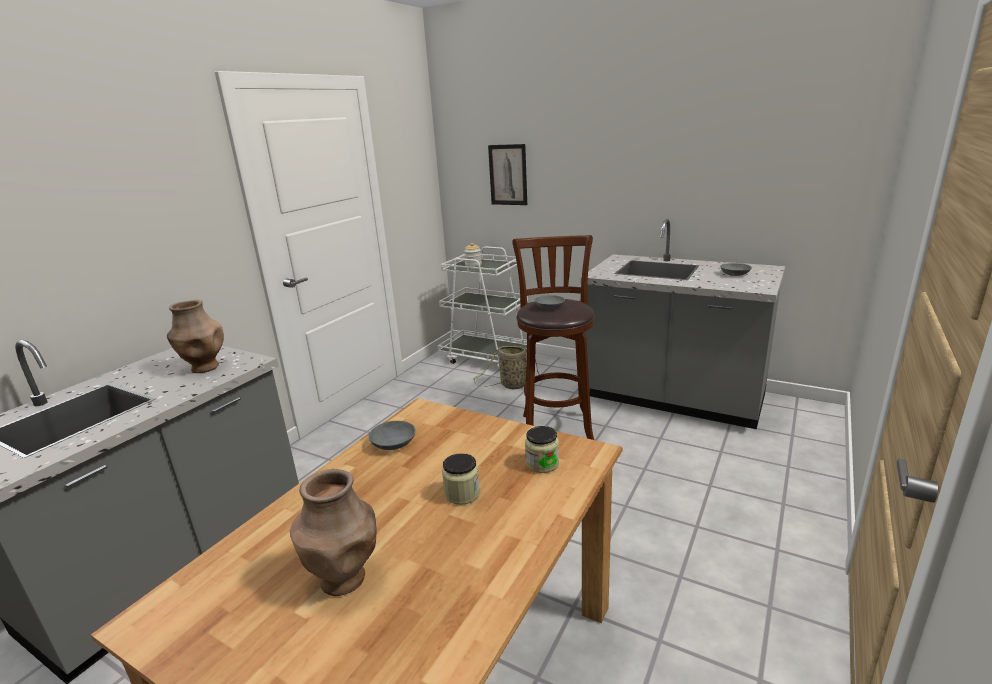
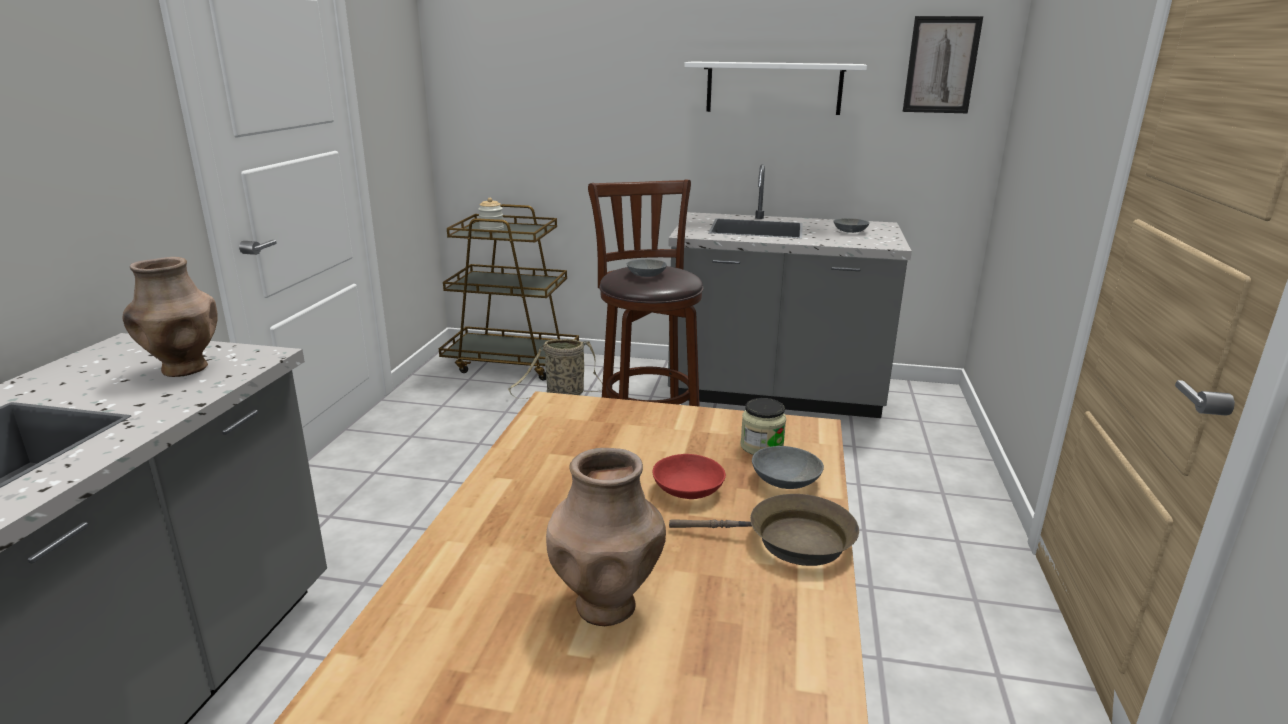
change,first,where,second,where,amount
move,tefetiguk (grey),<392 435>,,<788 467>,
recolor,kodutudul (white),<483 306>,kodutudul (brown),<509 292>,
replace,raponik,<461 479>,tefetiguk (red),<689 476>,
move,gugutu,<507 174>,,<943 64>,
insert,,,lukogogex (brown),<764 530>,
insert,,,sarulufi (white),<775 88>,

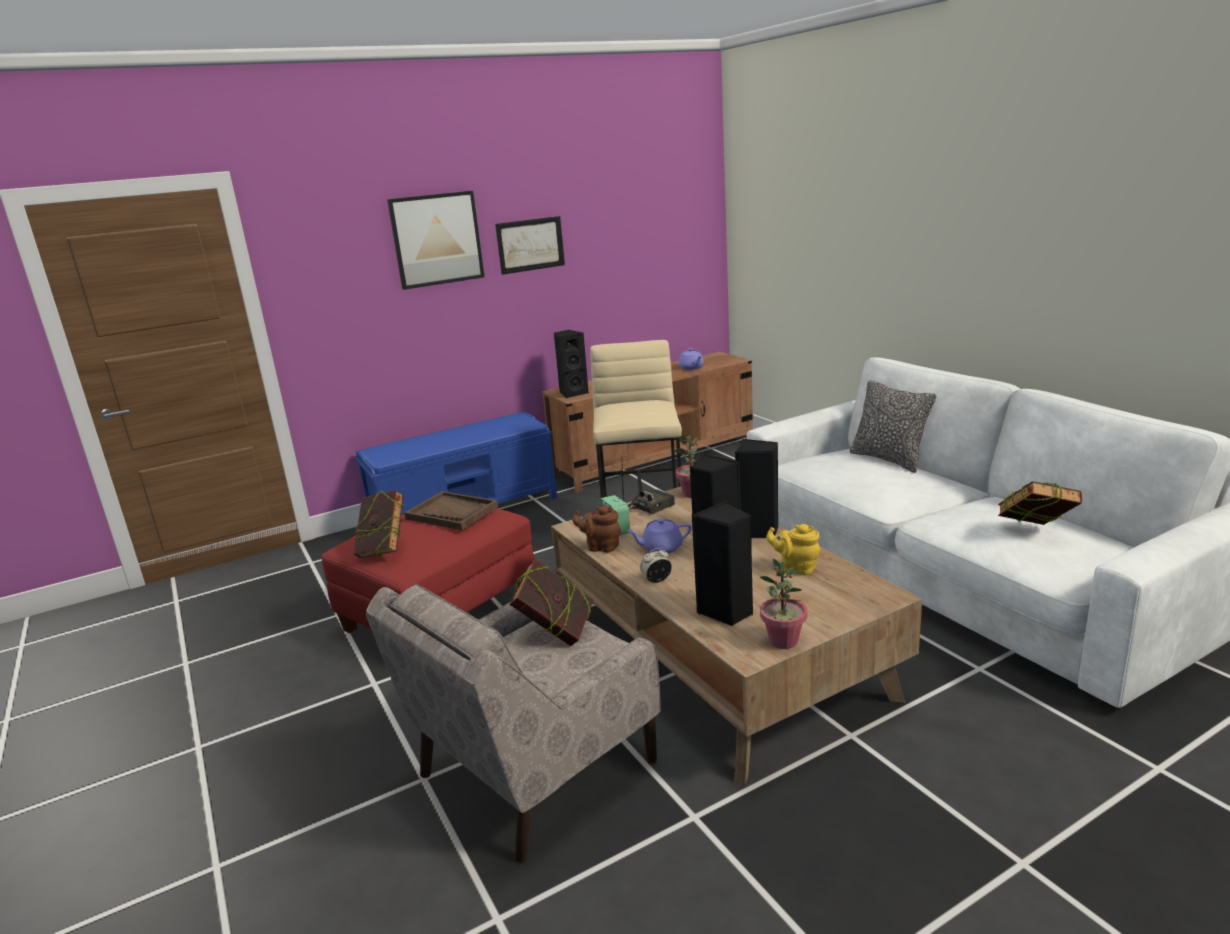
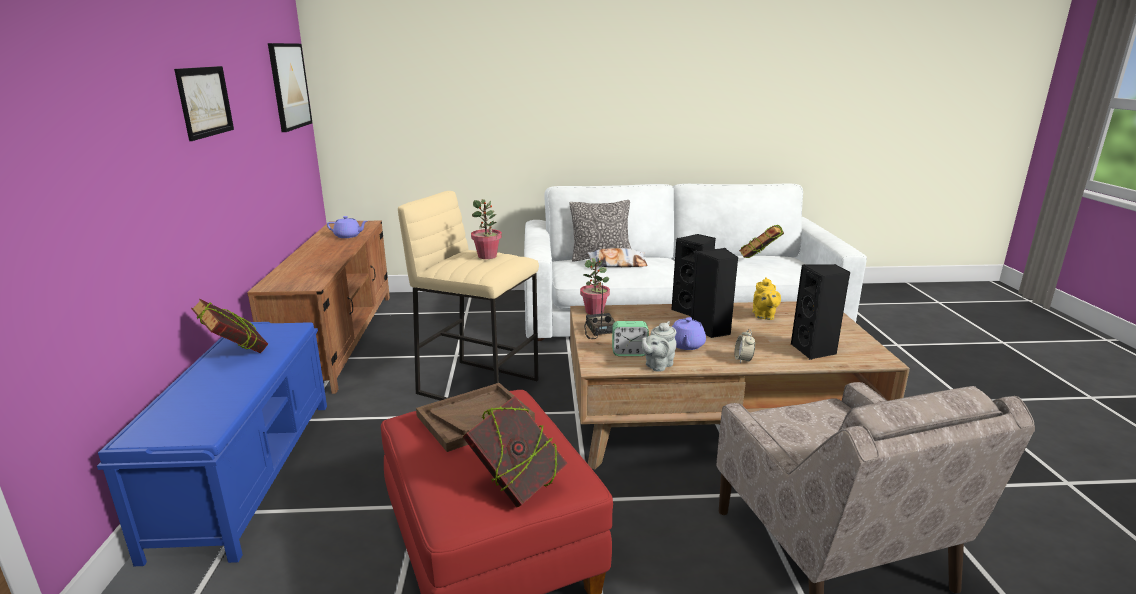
change,first,where,second,where,amount
move,gugutu,<436 240>,,<290 87>,
move,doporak,<551 602>,,<229 326>,
delete,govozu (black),<571 364>,,,
recolor,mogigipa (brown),<596 529>,mogigipa (grey),<659 346>,
move,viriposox,<783 603>,,<486 229>,
rotate,mogigipa (yellow),<793 549>,,<766 298>,45 degrees counterclockwise
insert,,,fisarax,<617 257>,

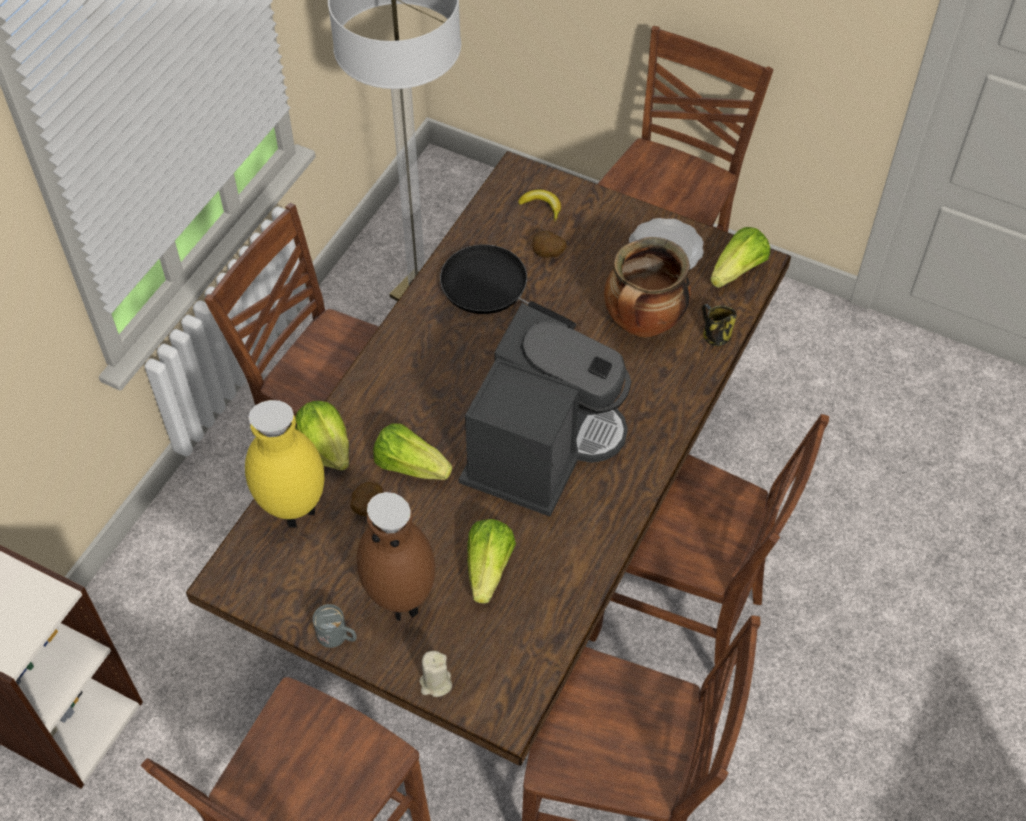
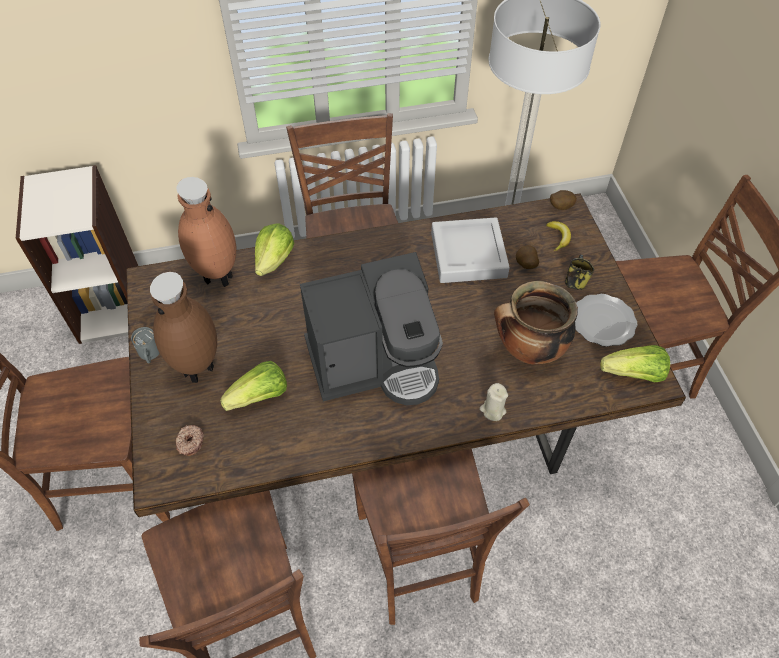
change,first,where,second,where,amount
recolor,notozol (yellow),<285 464>,notozol (brown),<206 232>,
move,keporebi,<366 499>,,<563 200>,
delete,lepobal,<412 451>,,,
move,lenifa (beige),<435 674>,,<494 402>,
replace,lukogogex (black),<508 286>,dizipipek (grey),<470 250>,
move,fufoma,<719 325>,,<579 272>,
insert,,,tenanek,<189 440>,

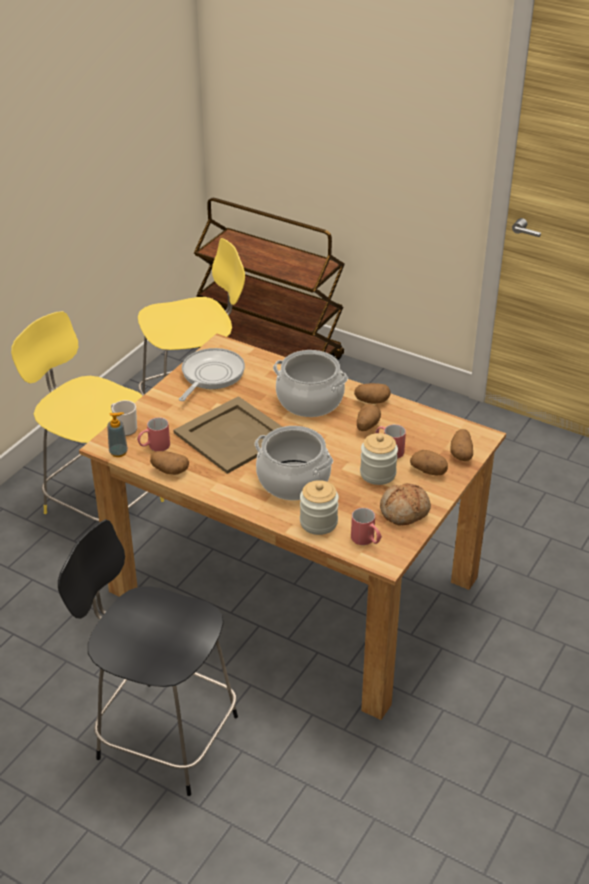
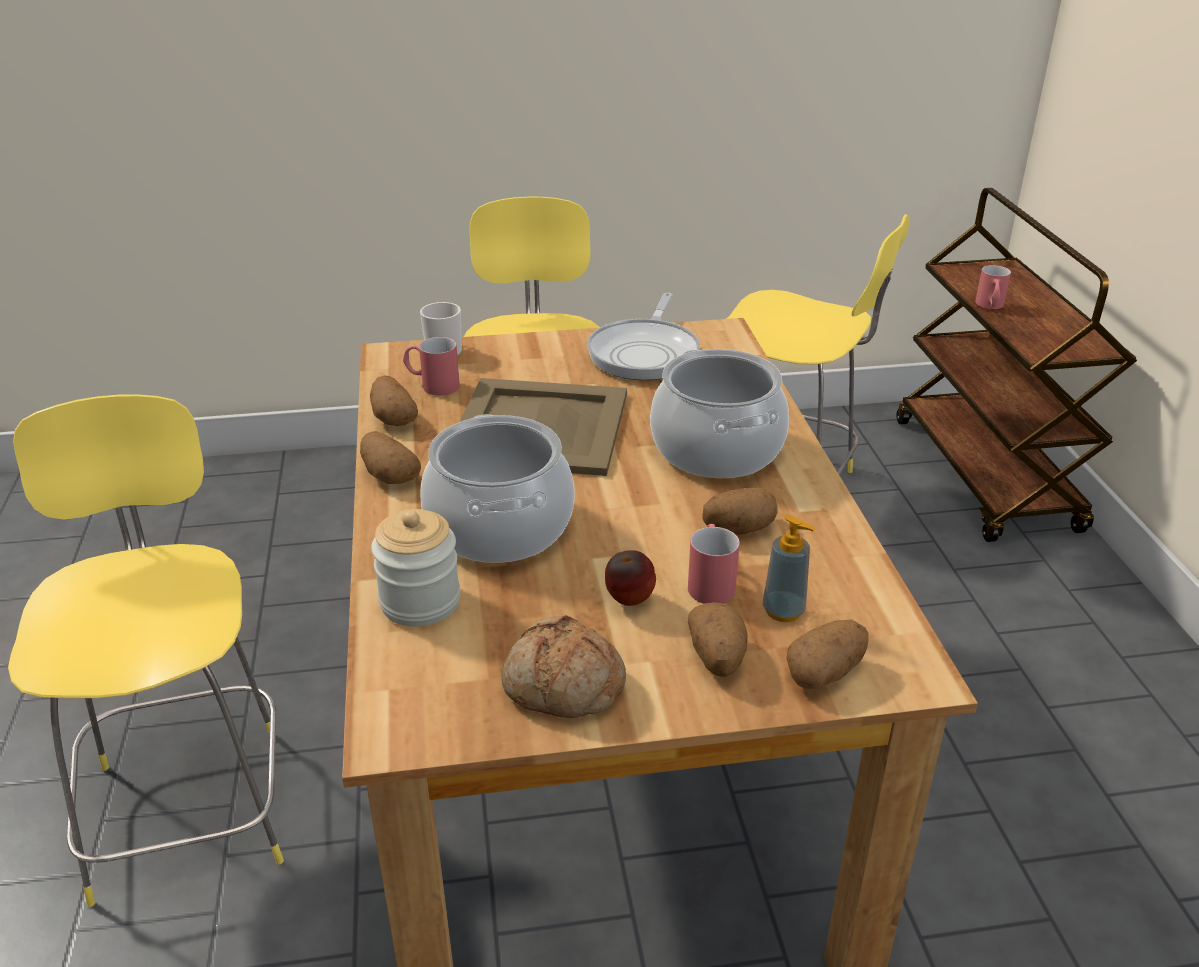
change,first,where,second,where,amount
recolor,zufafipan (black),<148 657>,zufafipan (yellow),<146 651>,
move,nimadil,<117 434>,,<789 568>,
rotate,lukogogex,<212 374>,,<643 336>,120 degrees clockwise
move,fufoma (red),<366 526>,,<993 287>,
move,keporebi,<372 393>,,<390 457>,
replace,raponik,<379 459>,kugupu,<630 578>,

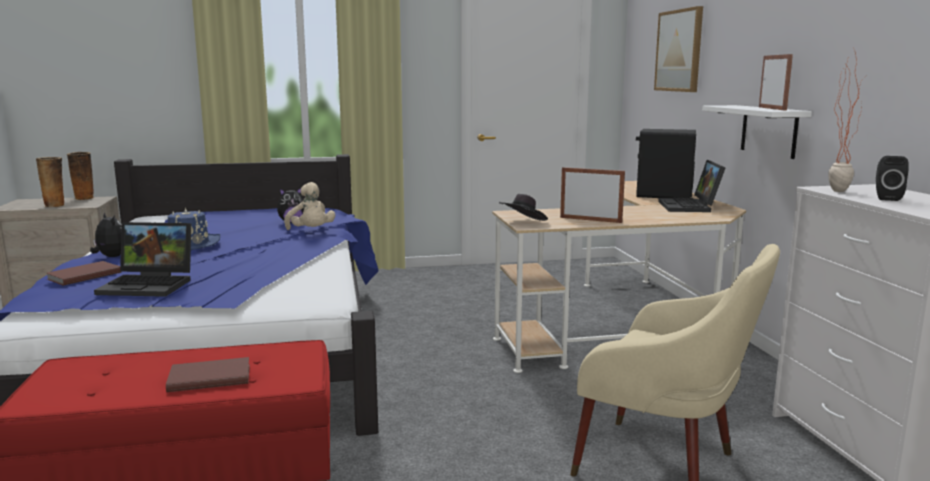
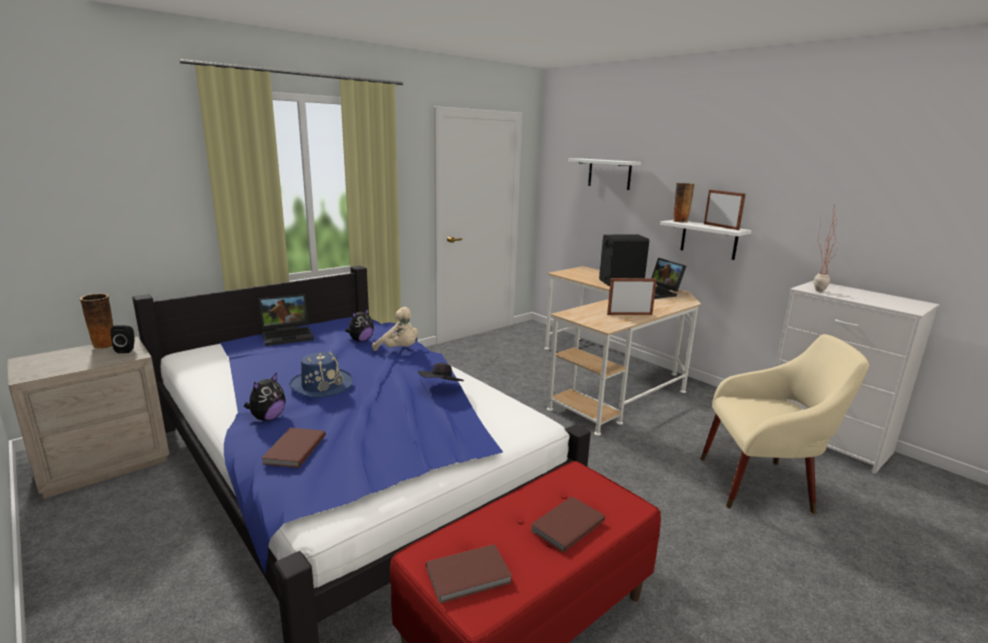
change,first,where,second,where,amount
move,notozol,<50 182>,,<684 203>,
rotate,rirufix,<106 234>,,<265 397>,105 degrees clockwise
move,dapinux,<142 259>,,<286 320>,
move,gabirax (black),<523 207>,,<441 372>,
replace,gugutu,<678 49>,sarulufi (white),<604 174>,
move,govozu (black),<892 178>,,<122 339>,
insert,,,doporak (brown),<469 574>,

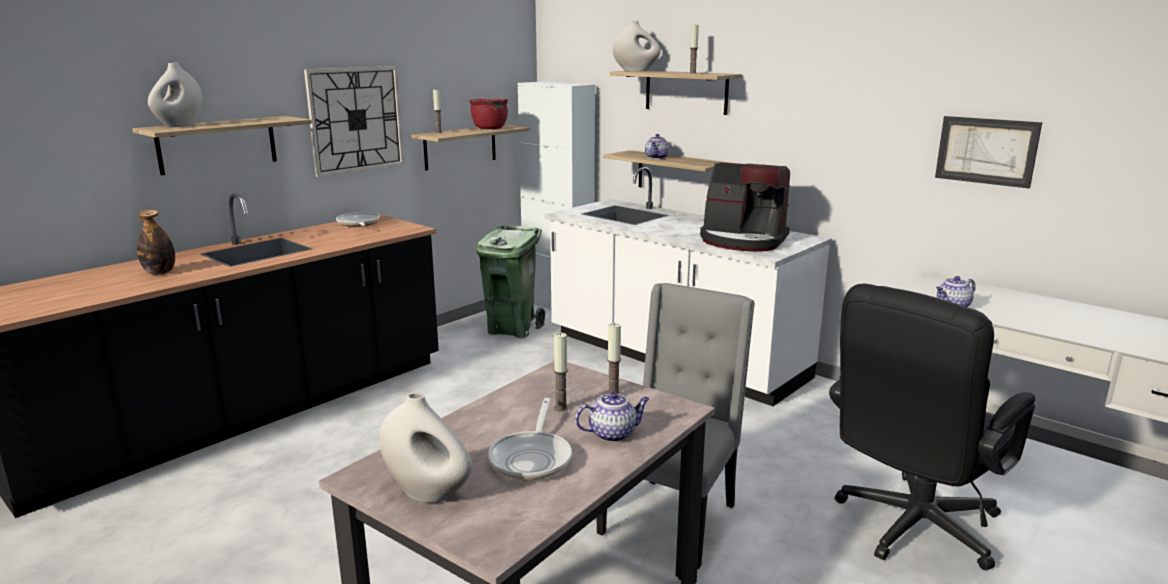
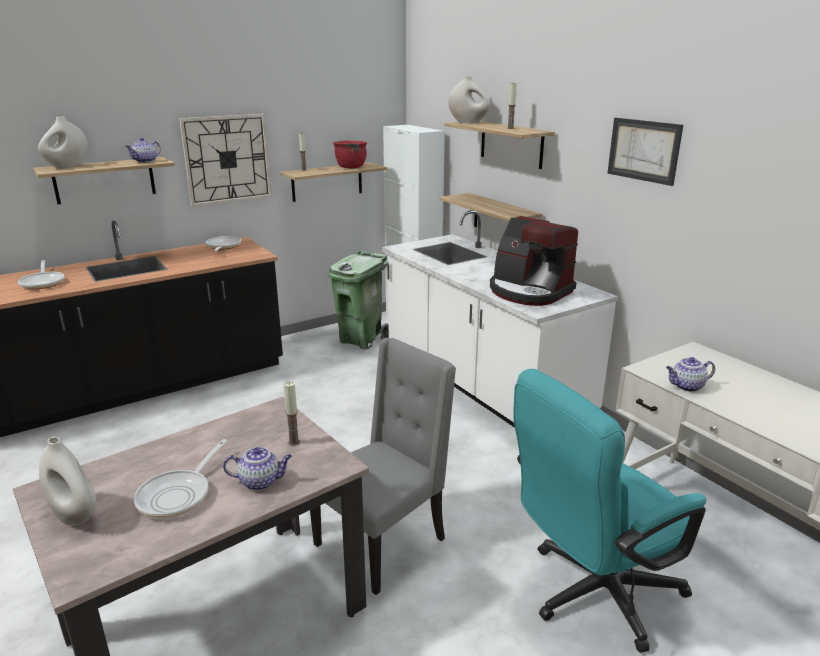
change,first,where,second,where,amount
replace,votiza,<156 242>,lukogogex,<41 274>,
delete,lenifa,<561 372>,,,
move,mogigipa,<657 146>,,<143 150>,
recolor,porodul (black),<932 427>,porodul (turquoise),<609 511>,
move,gugutu,<988 152>,,<645 152>,

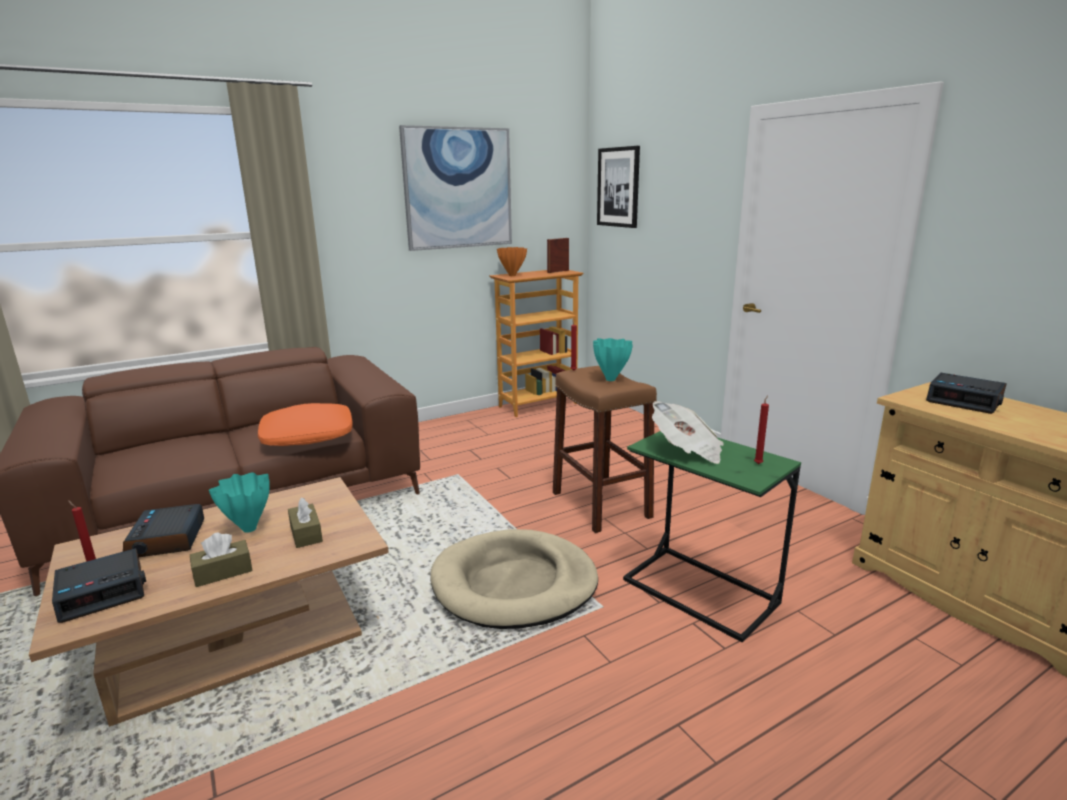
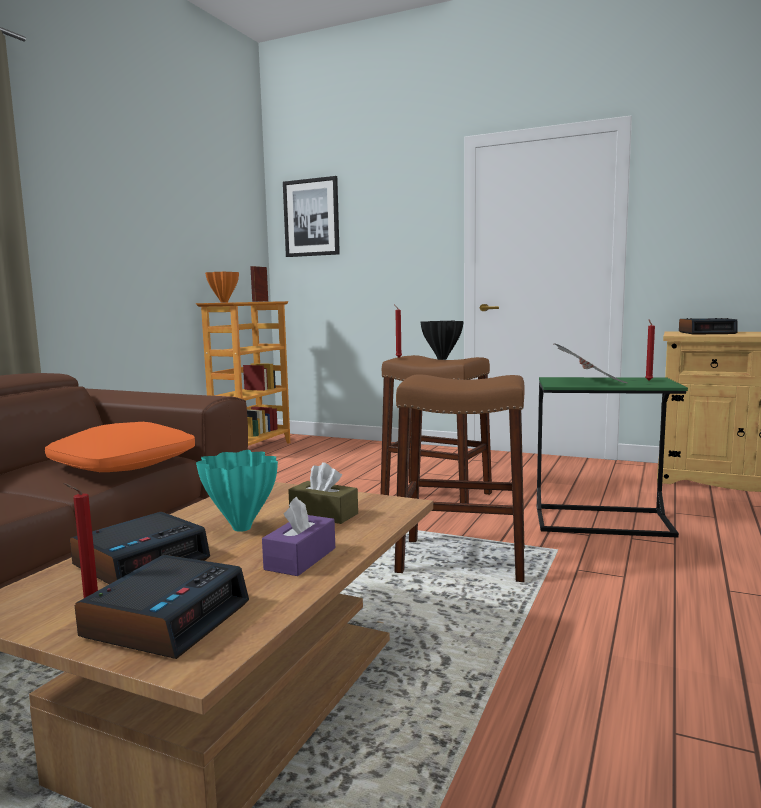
change,first,where,second,where,amount
rotate,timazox,<163 530>,,<140 548>,90 degrees counterclockwise
recolor,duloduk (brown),<221 559>,duloduk (purple),<298 536>,
delete,gugutu,<455 188>,,,
replace,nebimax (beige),<514 579>,zufafipan (brown),<459 478>,
recolor,notozol (turquoise),<613 359>,notozol (black),<442 340>,

